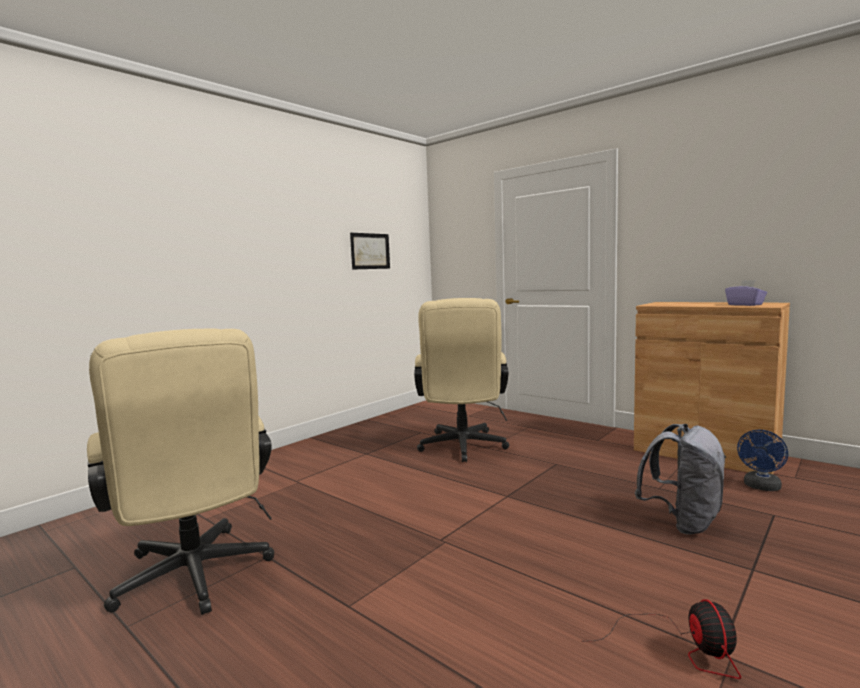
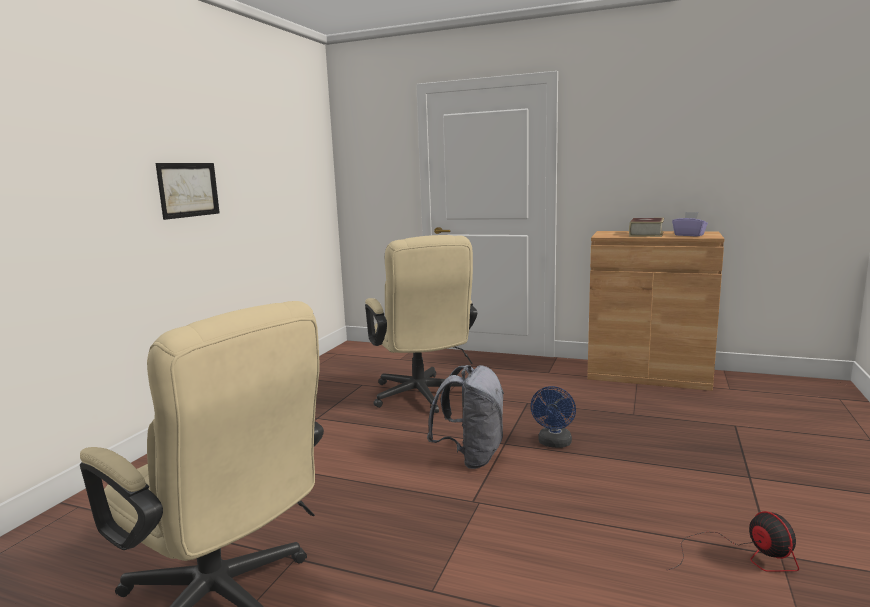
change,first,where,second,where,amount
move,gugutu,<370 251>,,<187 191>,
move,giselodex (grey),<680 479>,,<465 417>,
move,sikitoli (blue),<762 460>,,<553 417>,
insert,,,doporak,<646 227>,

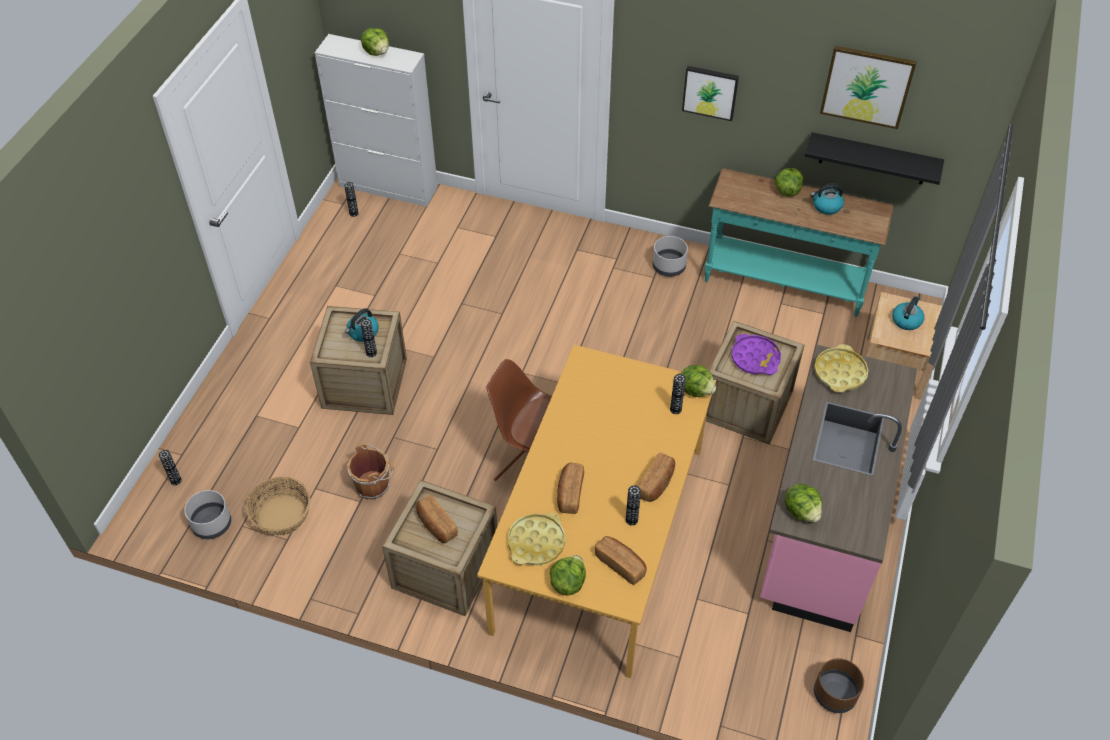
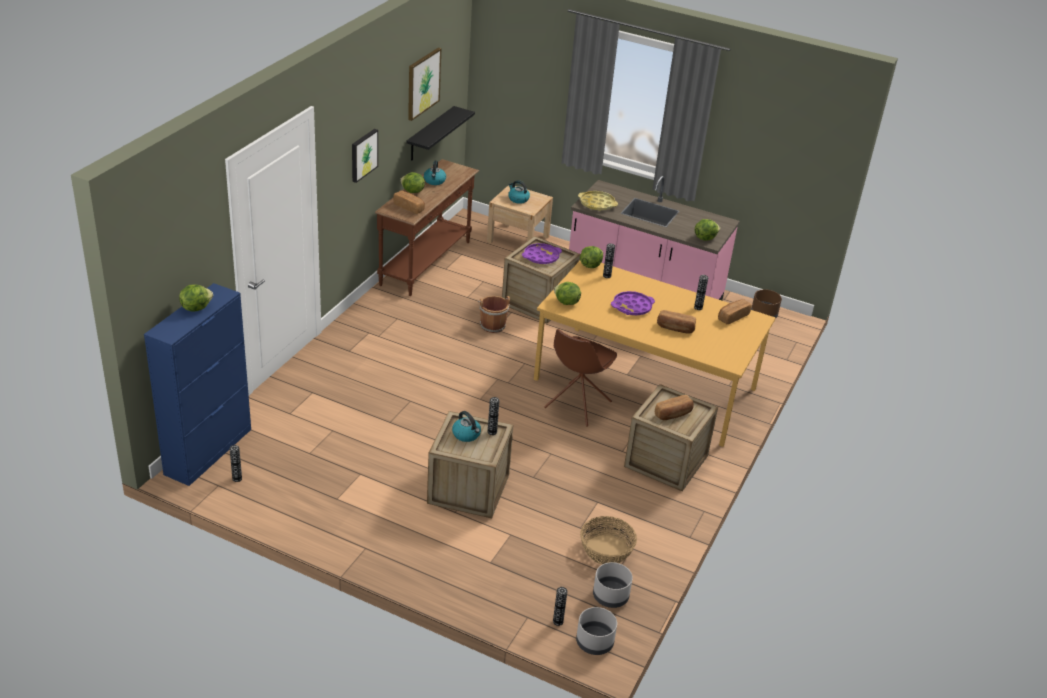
change,first,where,second,where,amount
recolor,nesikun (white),<376 120>,nesikun (blue),<197 384>,
move,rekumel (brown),<370 471>,,<494 314>,
delete,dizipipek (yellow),<536 539>,,,
move,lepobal,<568 575>,,<567 293>,
move,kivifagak,<656 477>,,<409 202>,
move,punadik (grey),<670 256>,,<596 631>,
recolor,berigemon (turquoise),<799 242>,berigemon (brown),<427 227>,
insert,,,dizipipek (purple),<633 303>,

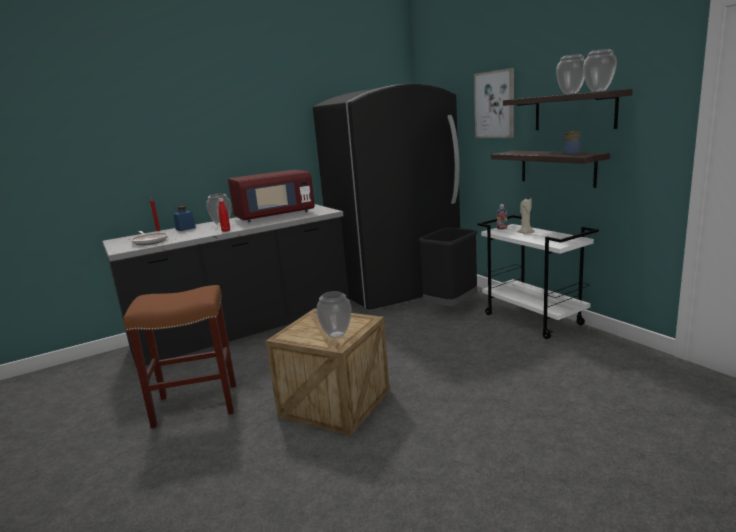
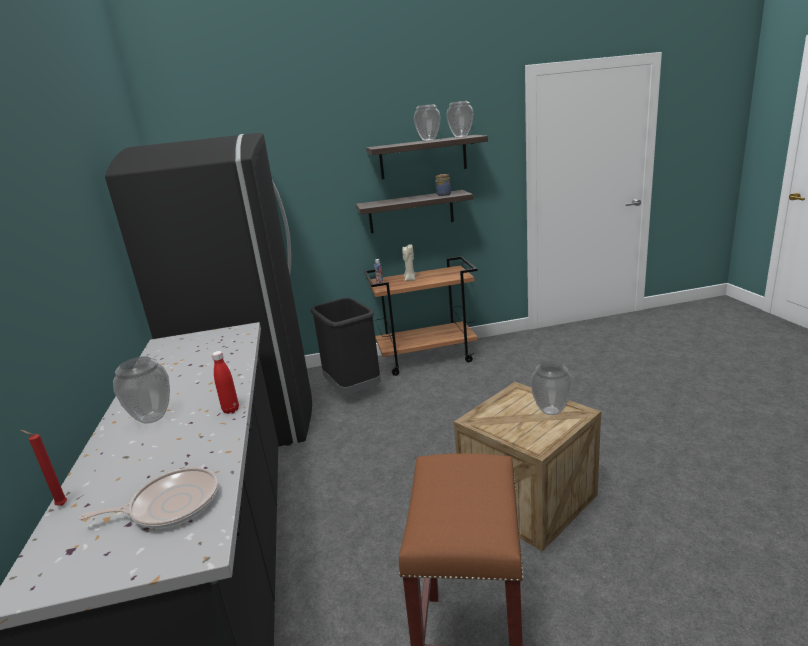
change,first,where,second,where,amount
delete,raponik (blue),<184 218>,,,
delete,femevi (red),<271 195>,,,
delete,gugutu,<494 103>,,,
recolor,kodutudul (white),<538 277>,kodutudul (brown),<421 316>,

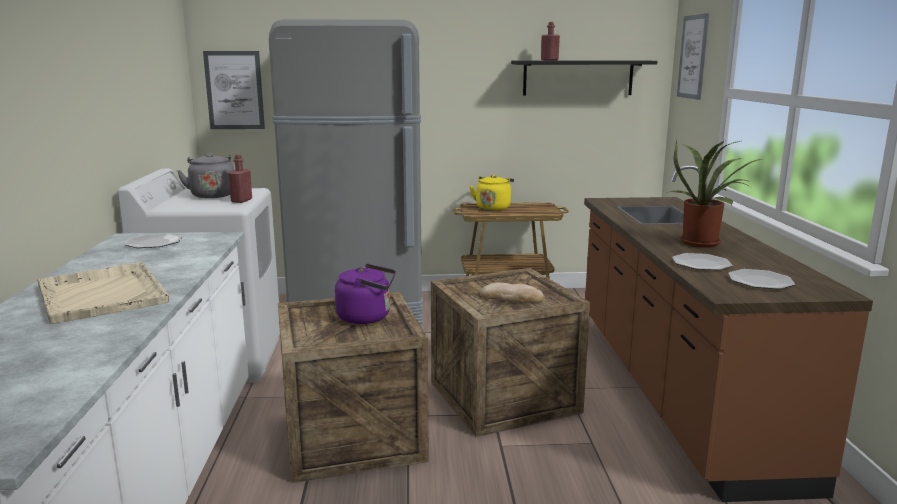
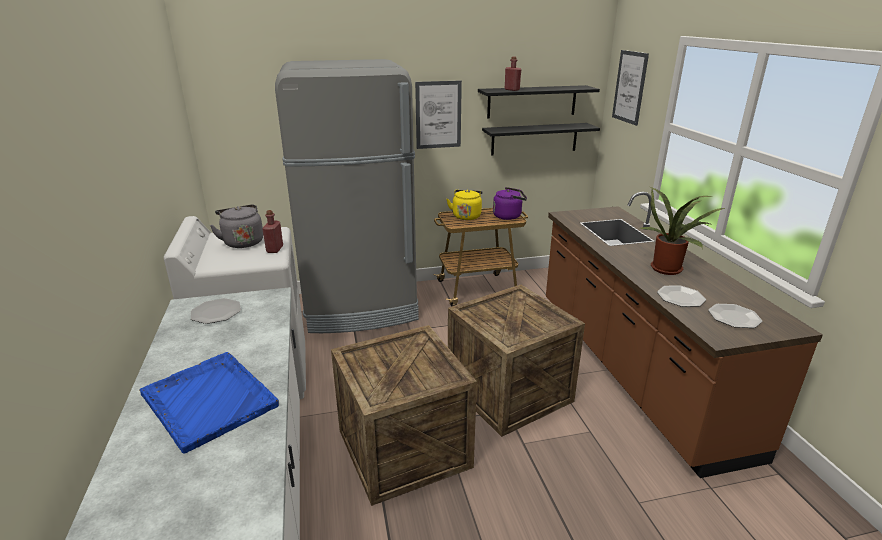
change,first,where,second,where,amount
recolor,dizipipek (beige),<103 293>,dizipipek (blue),<209 403>,
move,gugutu,<234 90>,,<438 115>,
move,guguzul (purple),<365 294>,,<510 203>,
delete,kivifagak,<512 293>,,,
insert,,,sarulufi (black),<541 139>,

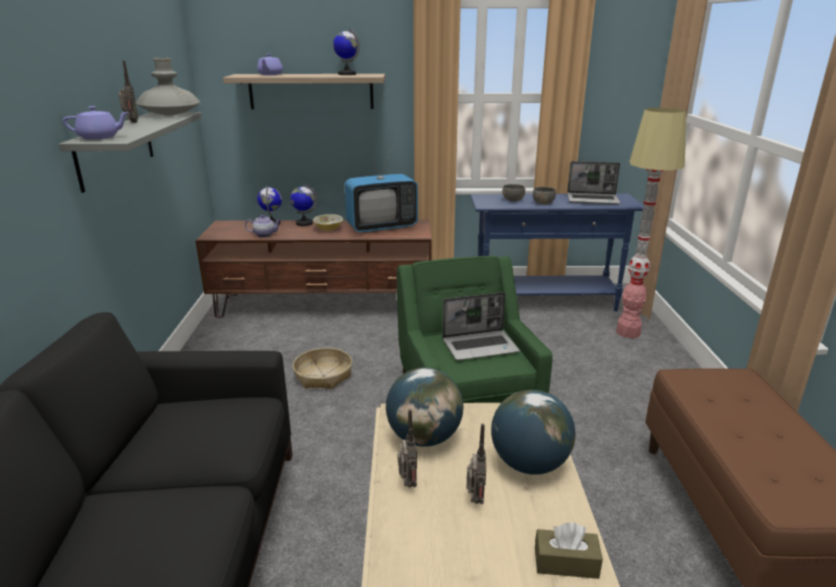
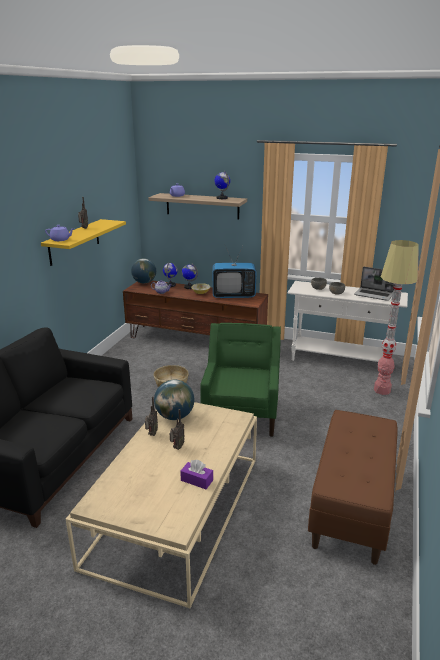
change,first,where,second,where,amount
recolor,sarulufi (grey),<130 152>,sarulufi (yellow),<83 242>,
delete,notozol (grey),<168 86>,,,
delete,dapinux,<481 326>,,,
recolor,berigemon (blue),<557 252>,berigemon (white),<348 321>,
move,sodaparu,<533 432>,,<143 271>,
recolor,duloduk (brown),<569 550>,duloduk (purple),<196 474>,

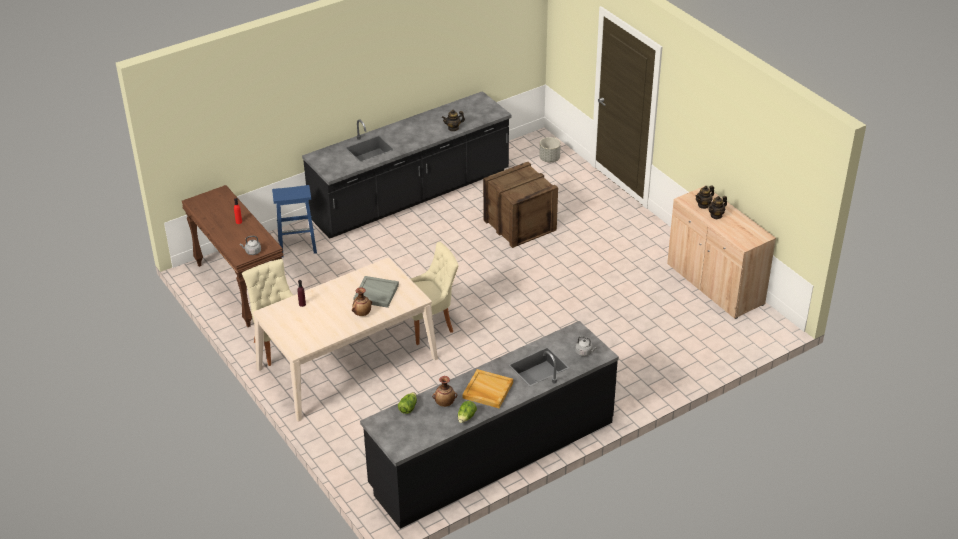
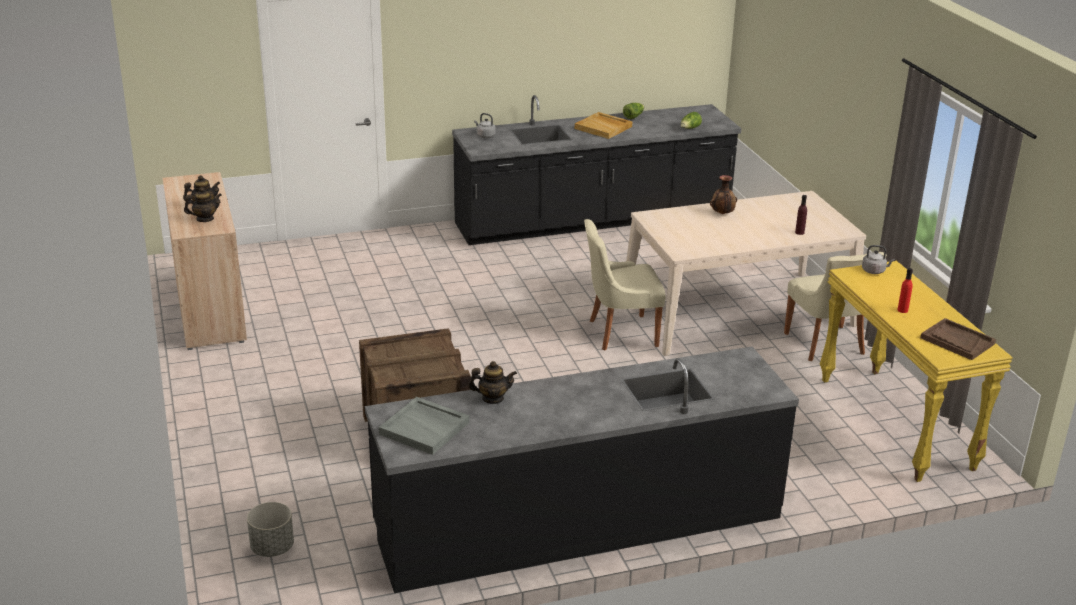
change,first,where,second,where,amount
recolor,berigemon (brown),<232 256>,berigemon (yellow),<916 371>,
delete,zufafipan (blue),<294 221>,,,
move,dizipipek (grey),<376 292>,,<424 426>,
delete,notozol,<444 391>,,,
insert,,,dizipipek (brown),<958 339>,

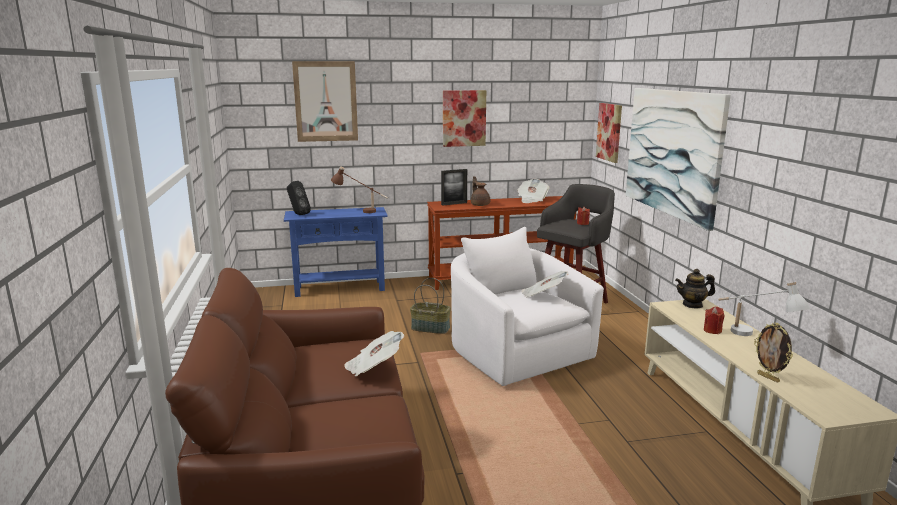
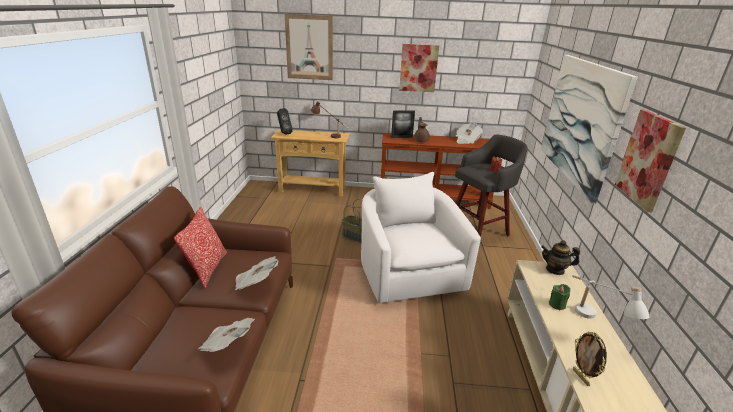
change,first,where,second,where,amount
recolor,berigemon (blue),<336 252>,berigemon (beige),<310 163>,
move,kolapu,<544 284>,,<226 335>,
move,gugutu,<609 133>,,<650 160>,
recolor,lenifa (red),<714 320>,lenifa (green),<559 297>,
insert,,,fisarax,<200 248>,

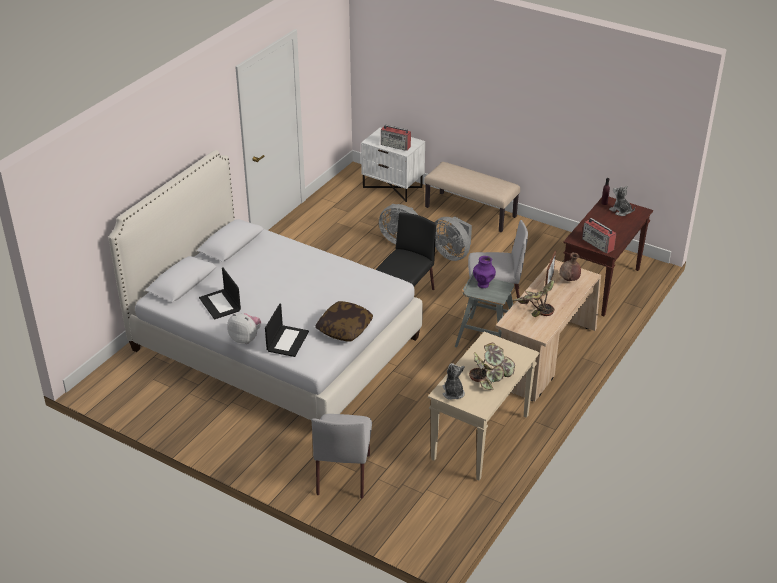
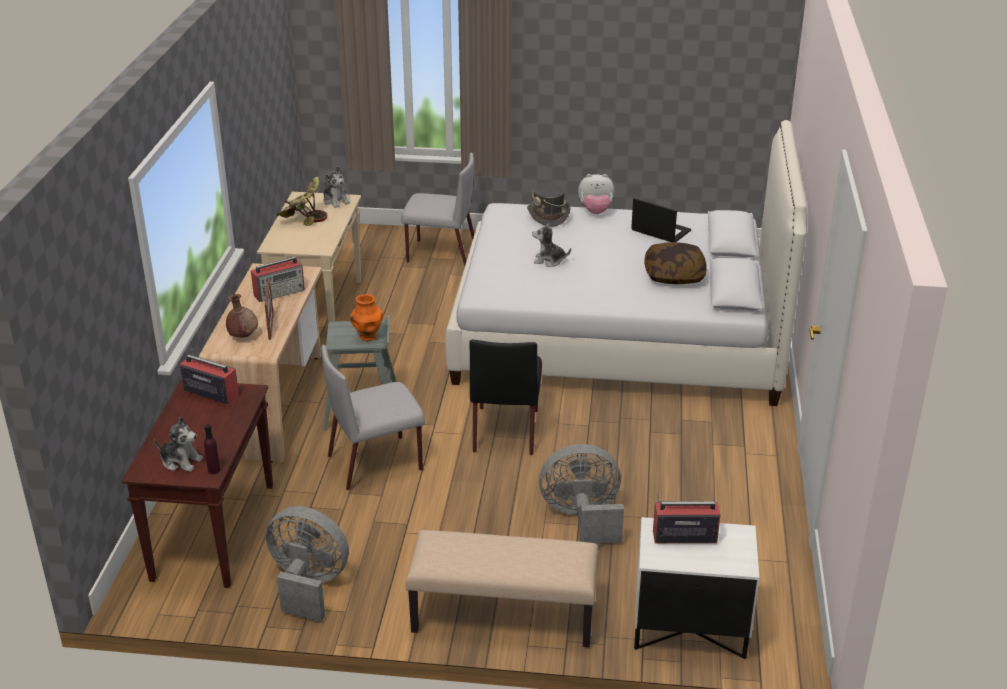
change,first,where,second,where,amount
replace,dapinux,<287 330>,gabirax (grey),<548 204>,
rotate,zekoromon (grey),<342 456>,,<437 209>,120 degrees clockwise
move,fisarax,<344 321>,,<675 263>,
move,sikitoli (grey),<453 238>,,<307 564>,
recolor,notozol (purple),<484 272>,notozol (orange),<366 317>,
replace,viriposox,<533 298>,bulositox,<278 279>,
insert,,,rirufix,<551 245>,

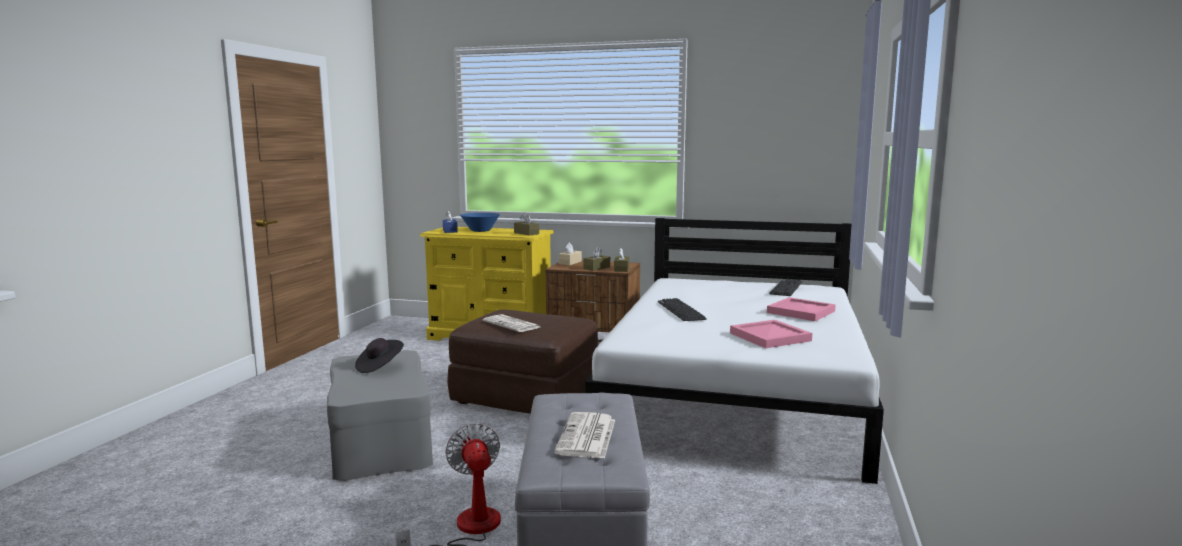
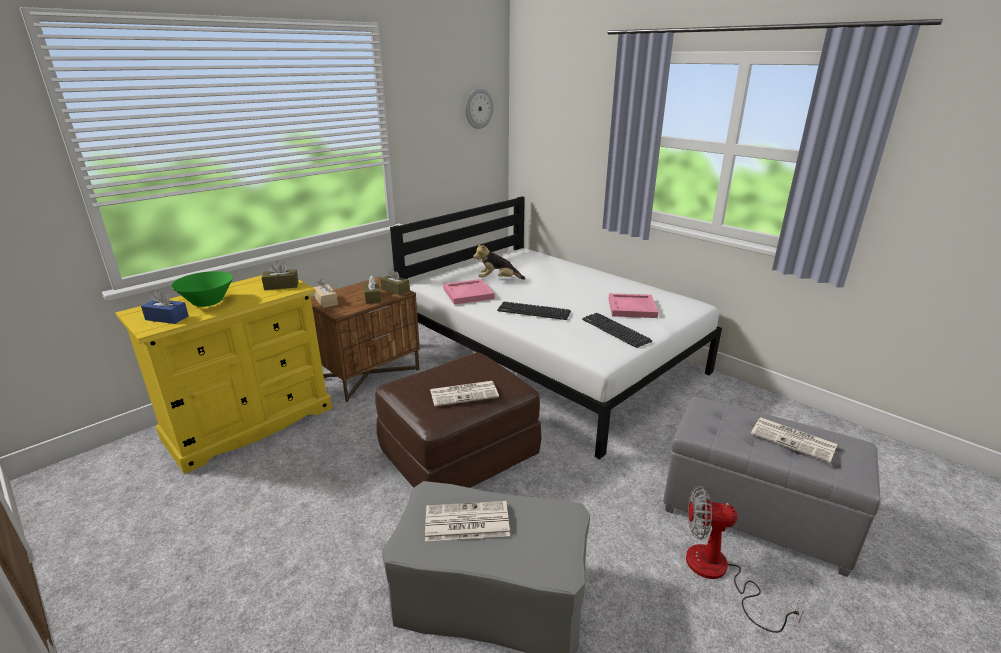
change,first,where,second,where,amount
replace,gabirax (black),<379 355>,kolapu,<467 521>,
recolor,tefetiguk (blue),<480 222>,tefetiguk (green),<202 289>,
move,dizipipek (pink),<801 309>,,<468 292>,
move,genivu,<785 287>,,<617 330>,
insert,,,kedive,<479 108>,
insert,,,rirufix,<499 261>,

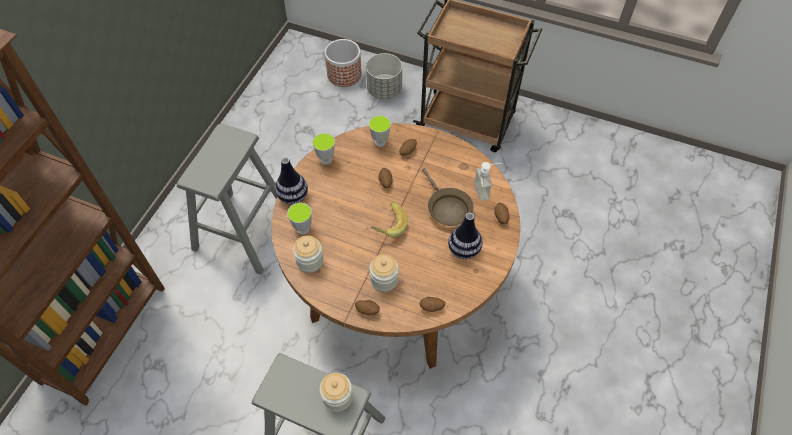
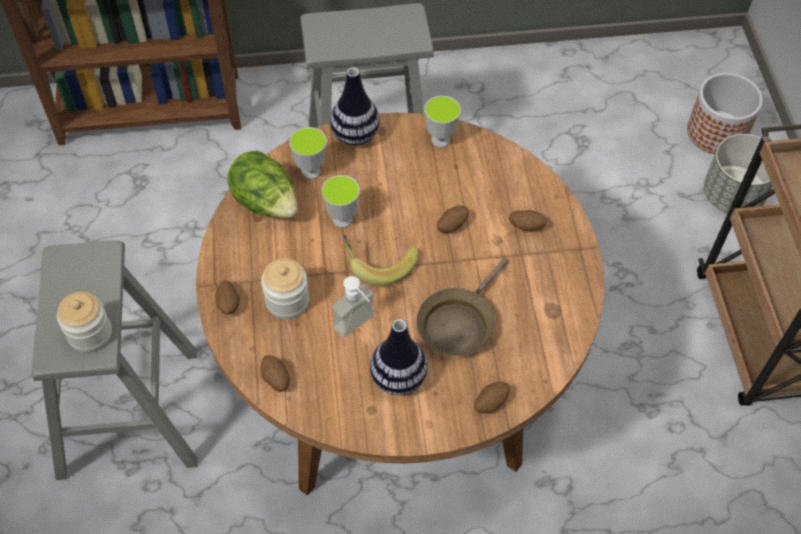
change,first,where,second,where,amount
replace,raponik,<308 254>,lepobal,<262 184>,
move,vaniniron,<380 131>,,<341 201>,
move,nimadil,<487 181>,,<353 307>,

